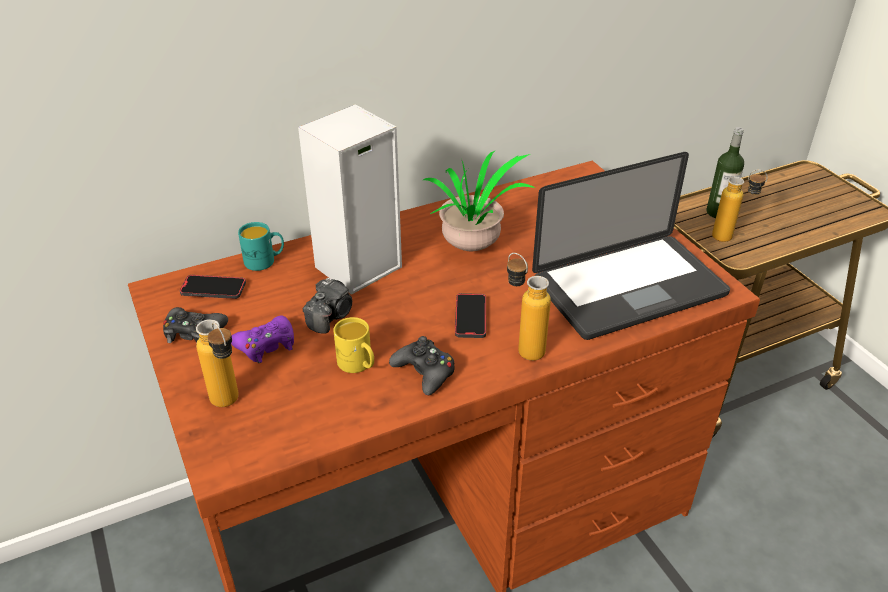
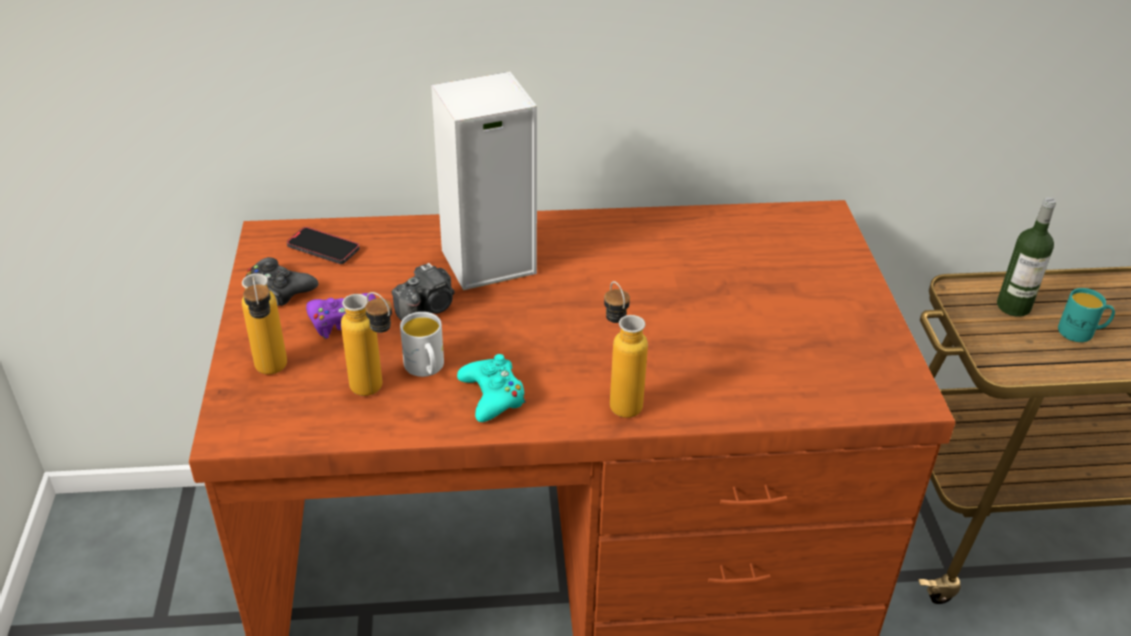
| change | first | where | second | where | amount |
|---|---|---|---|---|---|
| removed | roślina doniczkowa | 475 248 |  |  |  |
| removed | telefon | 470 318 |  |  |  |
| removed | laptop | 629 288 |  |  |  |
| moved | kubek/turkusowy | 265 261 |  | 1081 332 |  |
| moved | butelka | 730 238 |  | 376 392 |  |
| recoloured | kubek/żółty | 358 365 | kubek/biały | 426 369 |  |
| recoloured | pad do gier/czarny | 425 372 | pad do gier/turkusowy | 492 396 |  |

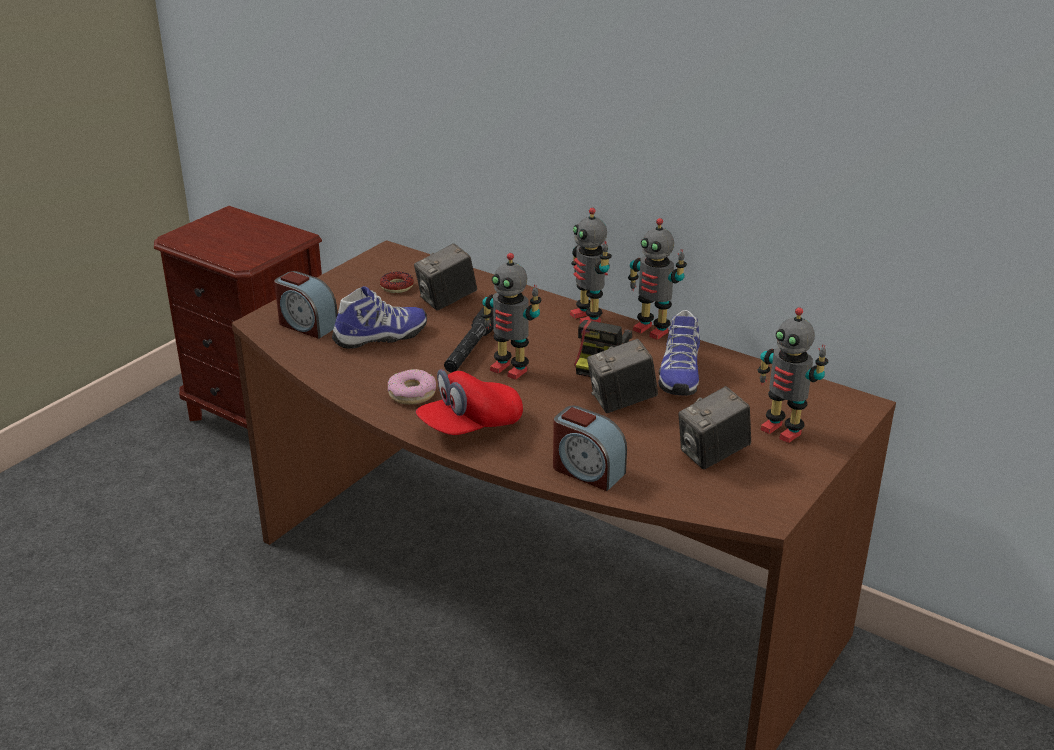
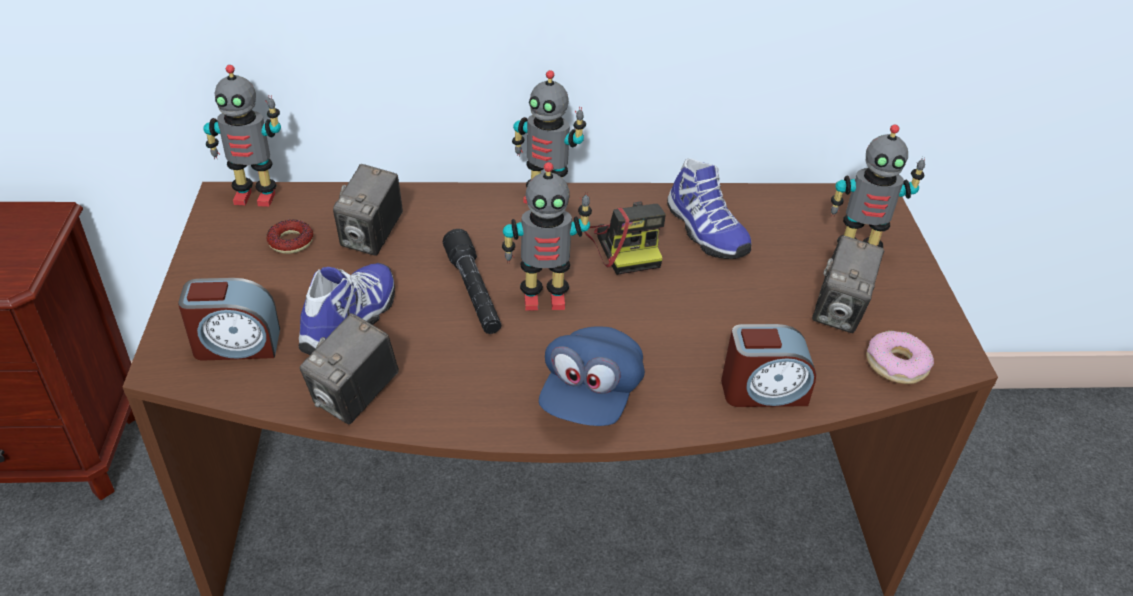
| change | first | where | second | where | amount |
|---|---|---|---|---|---|
| moved | donut | 411 394 |  | 896 364 |  |
| moved | aparat fotograficzny | 621 402 |  | 355 398 |  |
| moved | robot zabawkowy | 652 330 |  | 255 196 |  |
| recoloured | czapka z daszkiem/czerwony | 470 426 | czapka z daszkiem/niebieski | 590 395 |  |

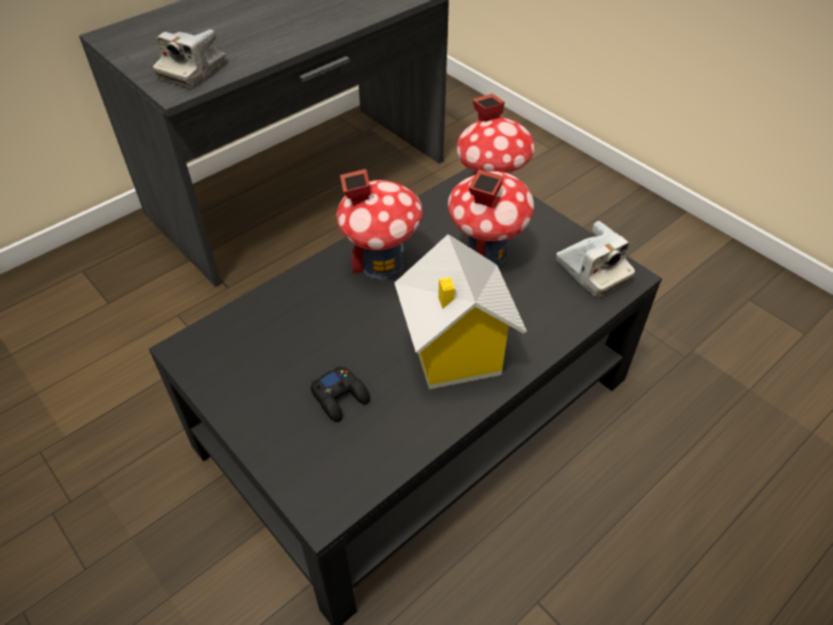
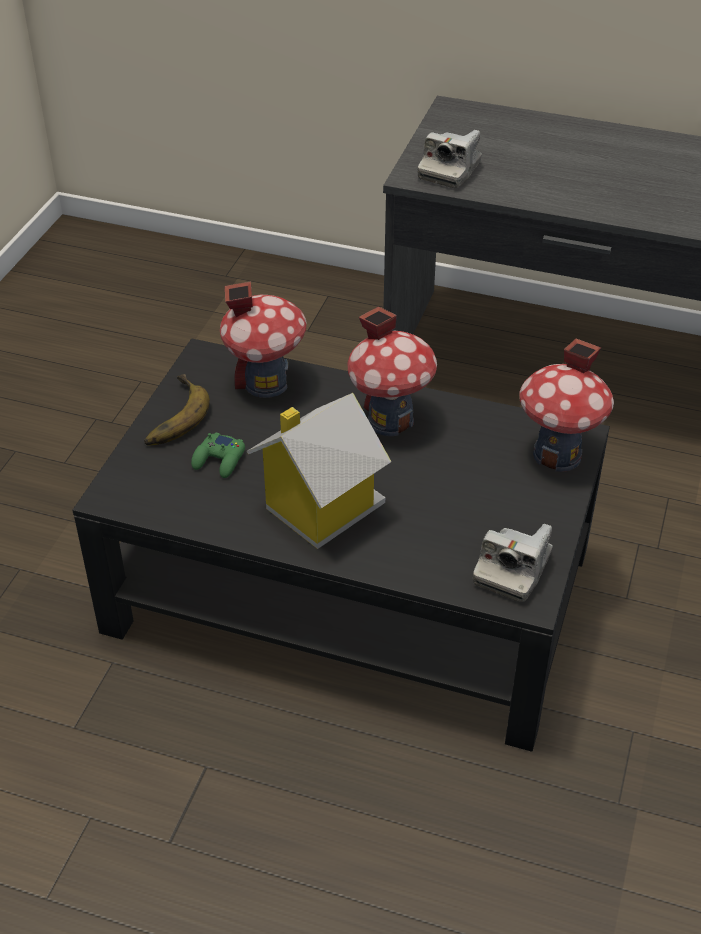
| change | first | where | second | where | amount |
|---|---|---|---|---|---|
| added |  |  | banan | 170 416 |  |
| moved | domek | 485 256 |  | 266 383 |  |
| recoloured | pad do gier/czarny | 340 397 | pad do gier/zielony | 219 460 |  |
| turned | aparat fotograficzny | 192 71 |  | 449 171 | 60 degrees counterclockwise |

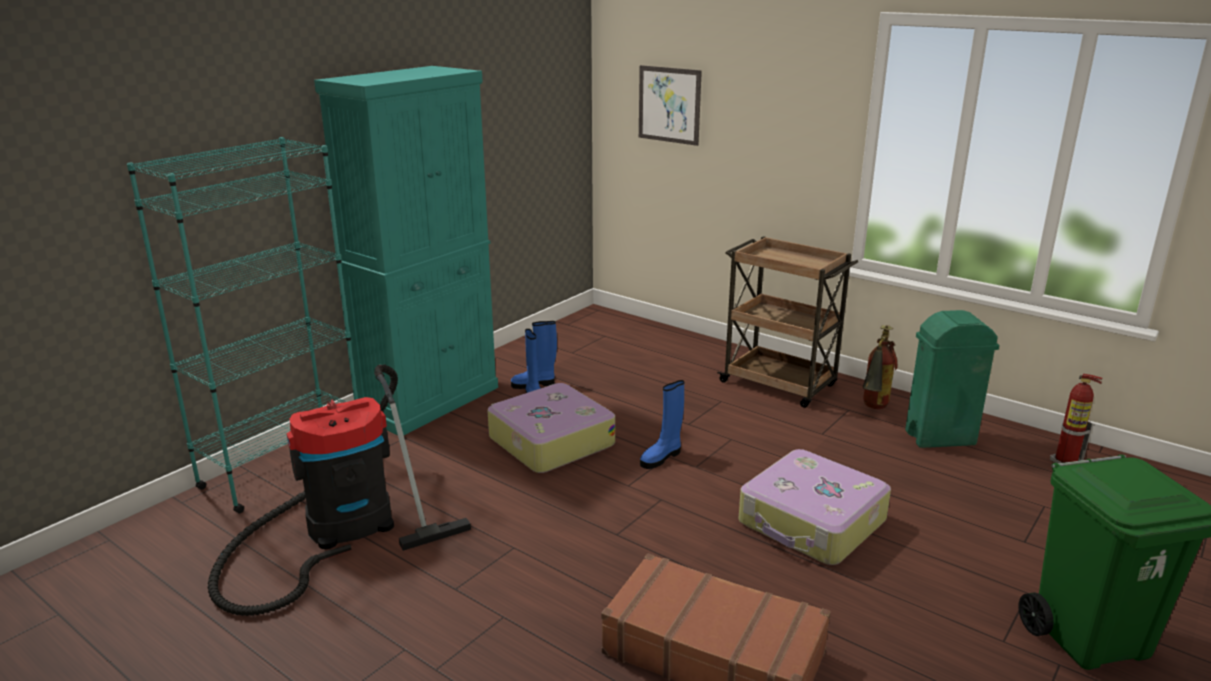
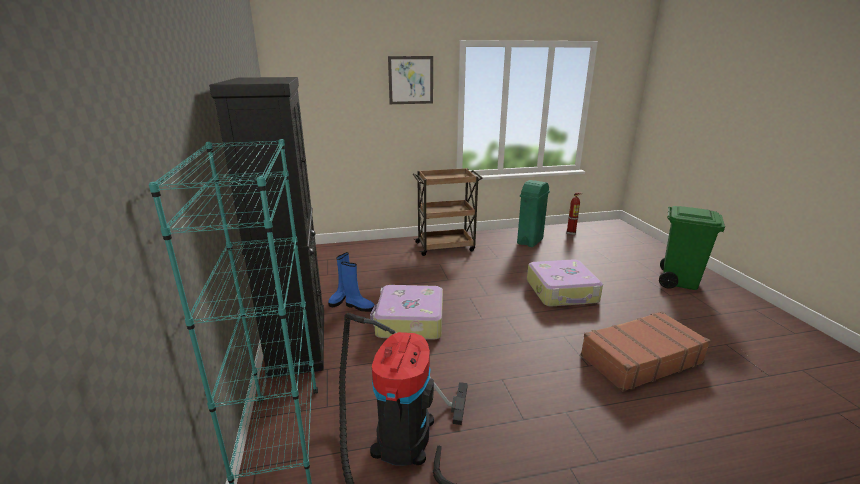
| change | first | where | second | where | amount |
|---|---|---|---|---|---|
| removed | but z cholewką/niebieski | 661 457 |  |  |  |
| removed | gaśnica | 873 409 |  |  |  |
| moved | obraz | 669 105 |  | 411 80 |  |
| recoloured | szafka/turkusowy | 430 401 | szafka/czarny | 298 340 |  |

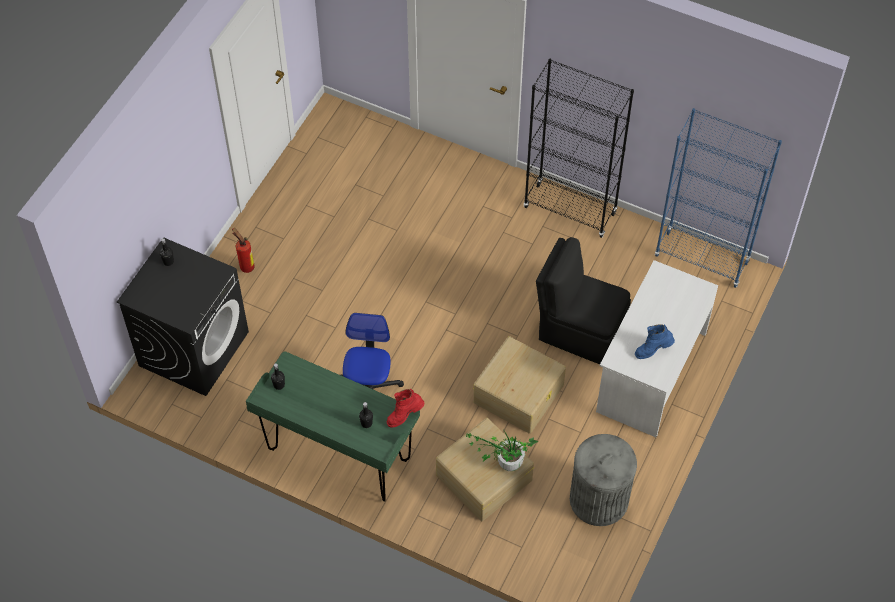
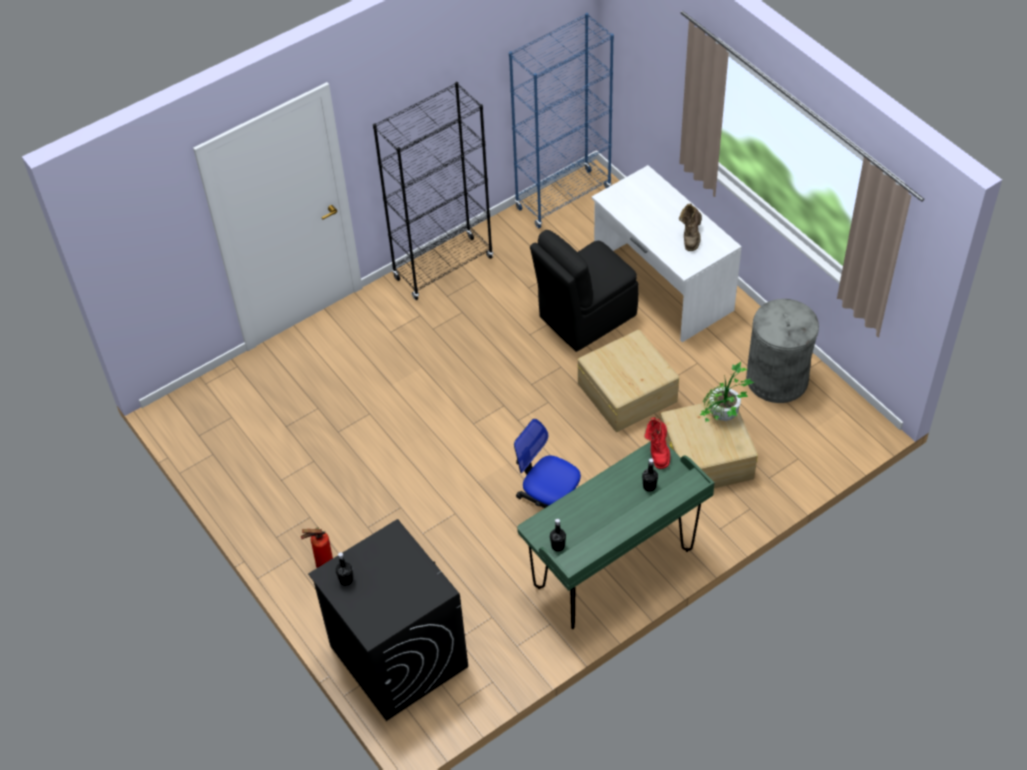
| change | first | where | second | where | amount |
|---|---|---|---|---|---|
| recoloured | but z cholewką/niebieski | 653 350 | but z cholewką/brązowy | 691 237 |  |

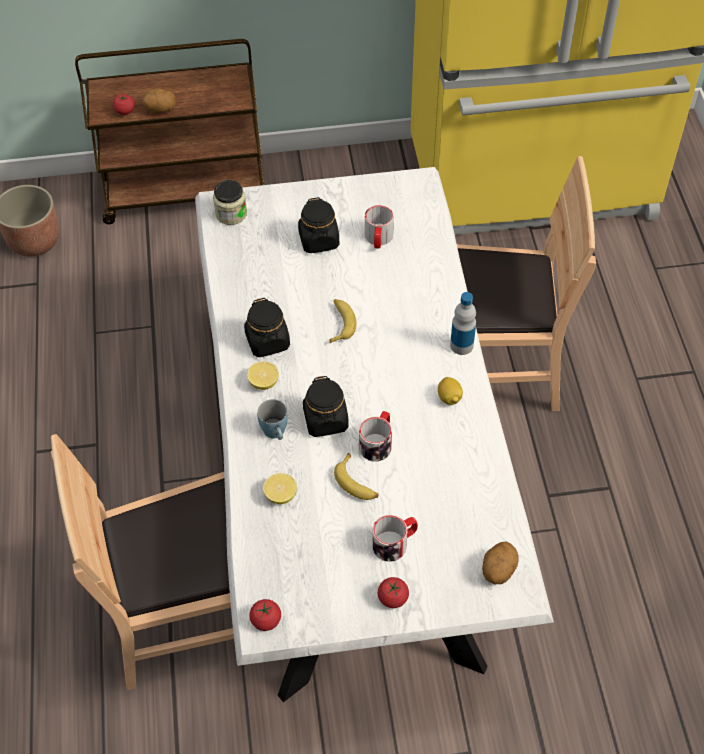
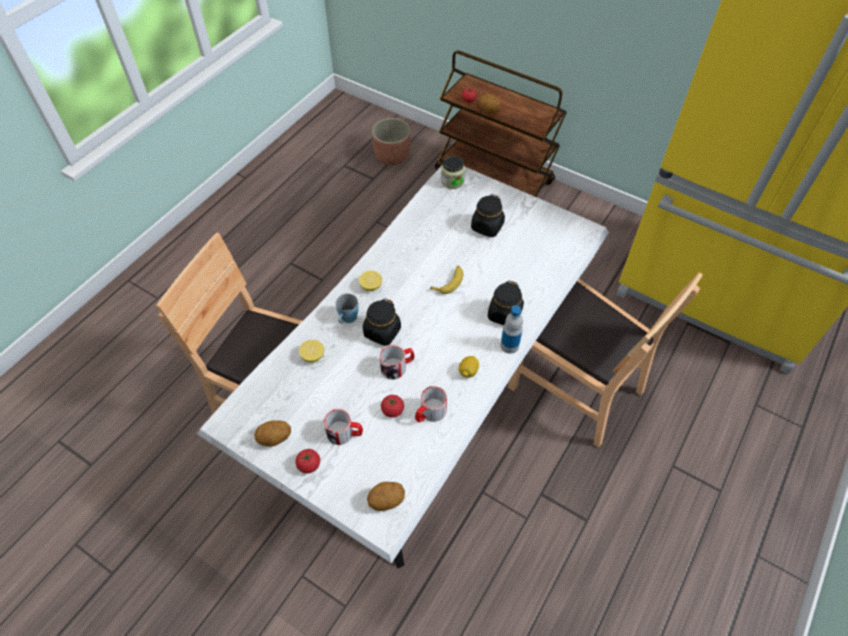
| change | first | where | second | where | amount |
|---|---|---|---|---|---|
| removed | banan | 357 482 |  |  |  |
| added |  |  | ziemniak | 274 439 |  |
| moved | słoik/czarny | 268 341 |  | 504 314 |  |
| moved | pomidor | 266 620 |  | 392 410 |  |
| moved | kubek | 378 239 |  | 429 413 |  |

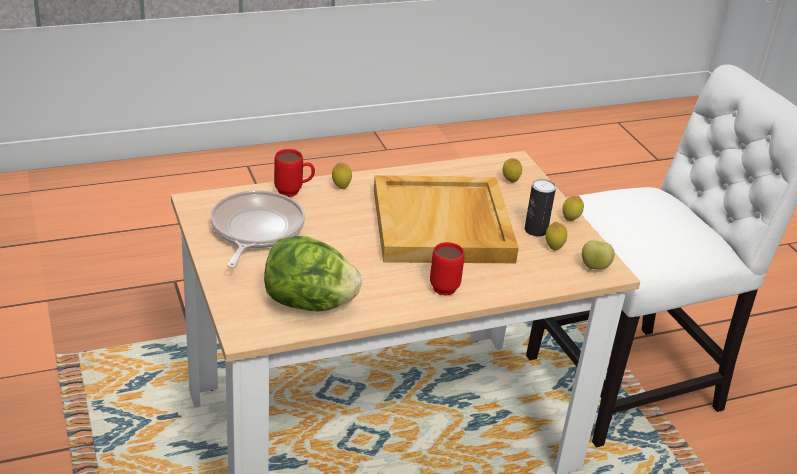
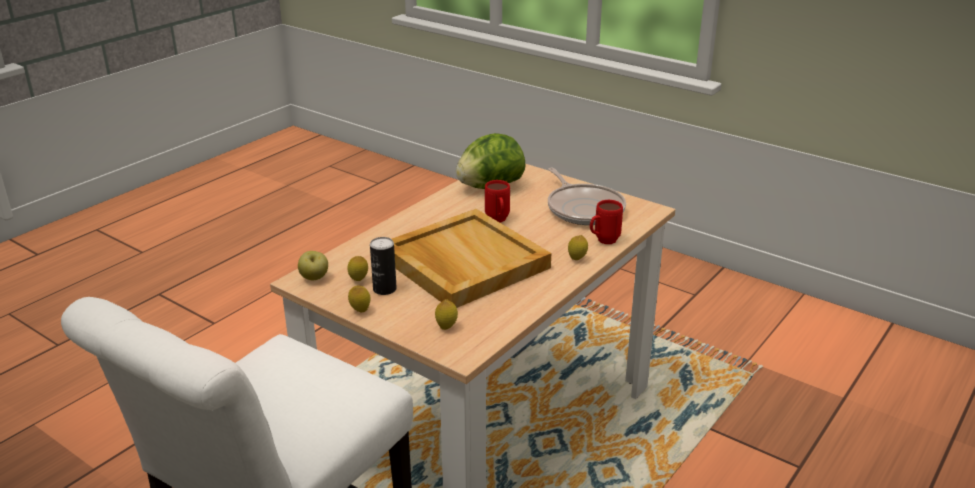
| change | first | where | second | where | amount |
|---|---|---|---|---|---|
| moved | kubek/czerwony | 446 285 |  | 498 221 |  |

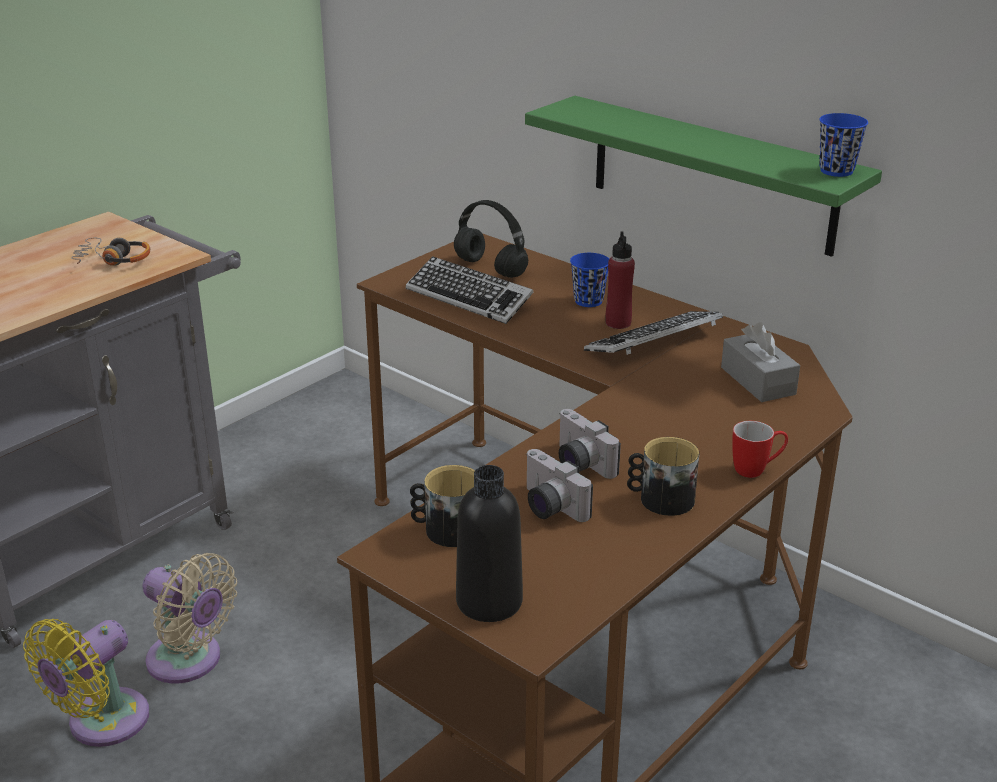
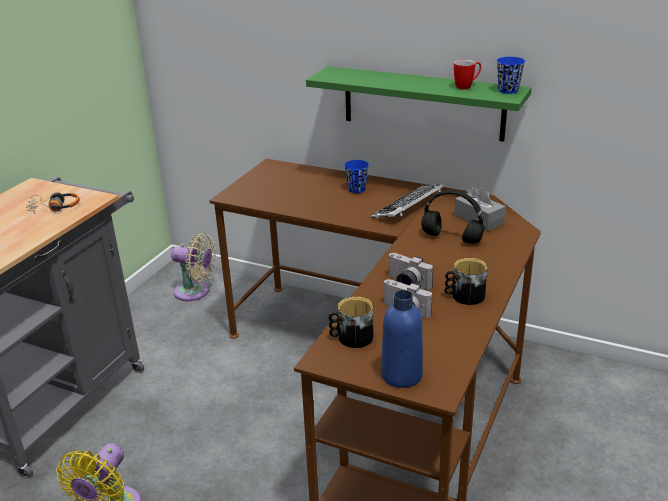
| change | first | where | second | where | amount |
|---|---|---|---|---|---|
| removed | klawiatura | 469 298 |  |  |  |
| removed | butelka/czerwony | 618 323 |  |  |  |
| moved | wentylator/beżowy | 189 661 |  | 195 292 |  |
| moved | słuchawki/czarny | 489 268 |  | 450 238 |  |
| moved | kubek | 756 470 |  | 467 86 |  |
| recoloured | butelka/czarny | 489 602 | butelka/niebieski | 401 375 |  |

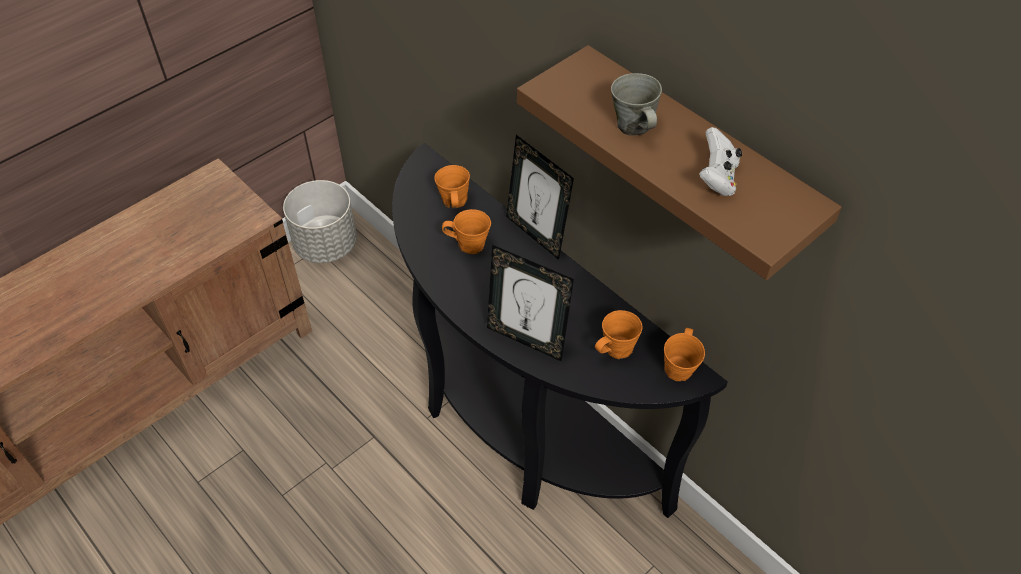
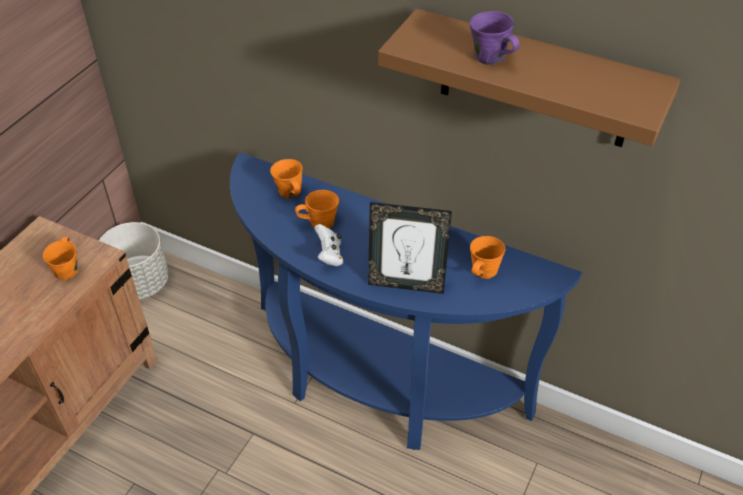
| change | first | where | second | where | amount |
|---|---|---|---|---|---|
| removed | ramka na zdjęcie | 536 234 |  |  |  |
| moved | kubek/pomarańczowy | 679 368 |  | 67 270 |  |
| moved | pad do gier/biały | 717 178 |  | 329 255 |  |
| recoloured | stolik konsolowy/czarny | 516 424 | stolik konsolowy/niebieski | 375 385 |  |
| recoloured | kubek/szary | 634 127 | kubek/fioletowy | 491 58 |  |

